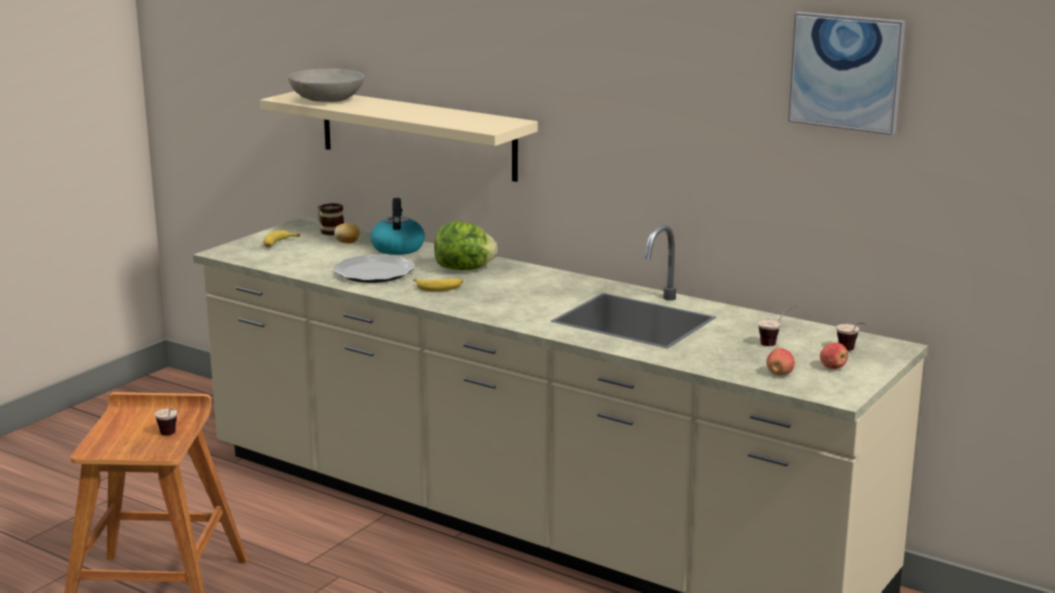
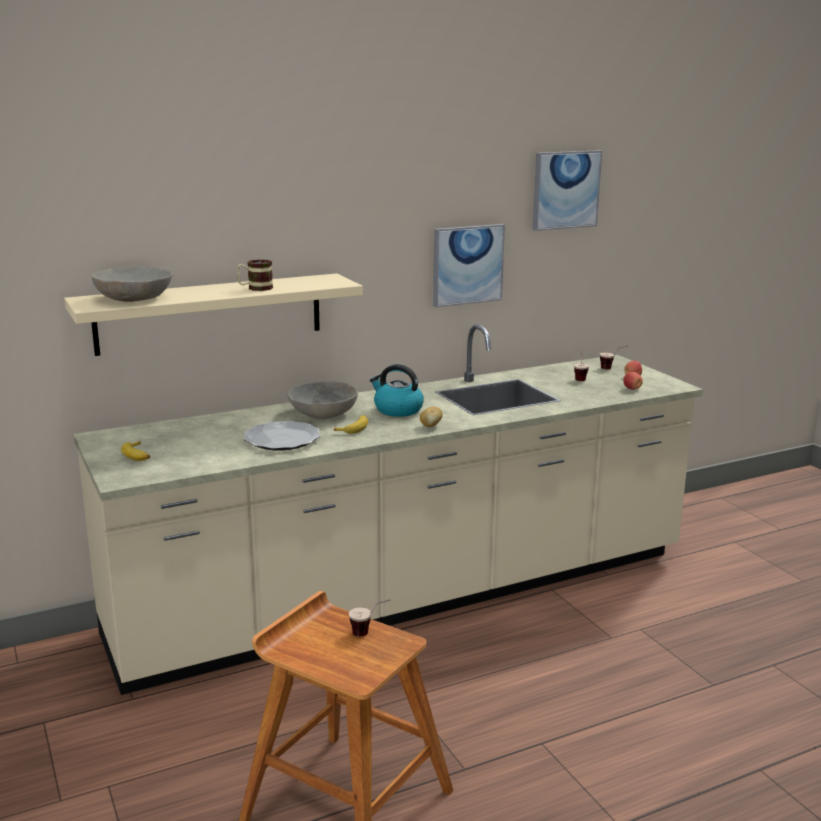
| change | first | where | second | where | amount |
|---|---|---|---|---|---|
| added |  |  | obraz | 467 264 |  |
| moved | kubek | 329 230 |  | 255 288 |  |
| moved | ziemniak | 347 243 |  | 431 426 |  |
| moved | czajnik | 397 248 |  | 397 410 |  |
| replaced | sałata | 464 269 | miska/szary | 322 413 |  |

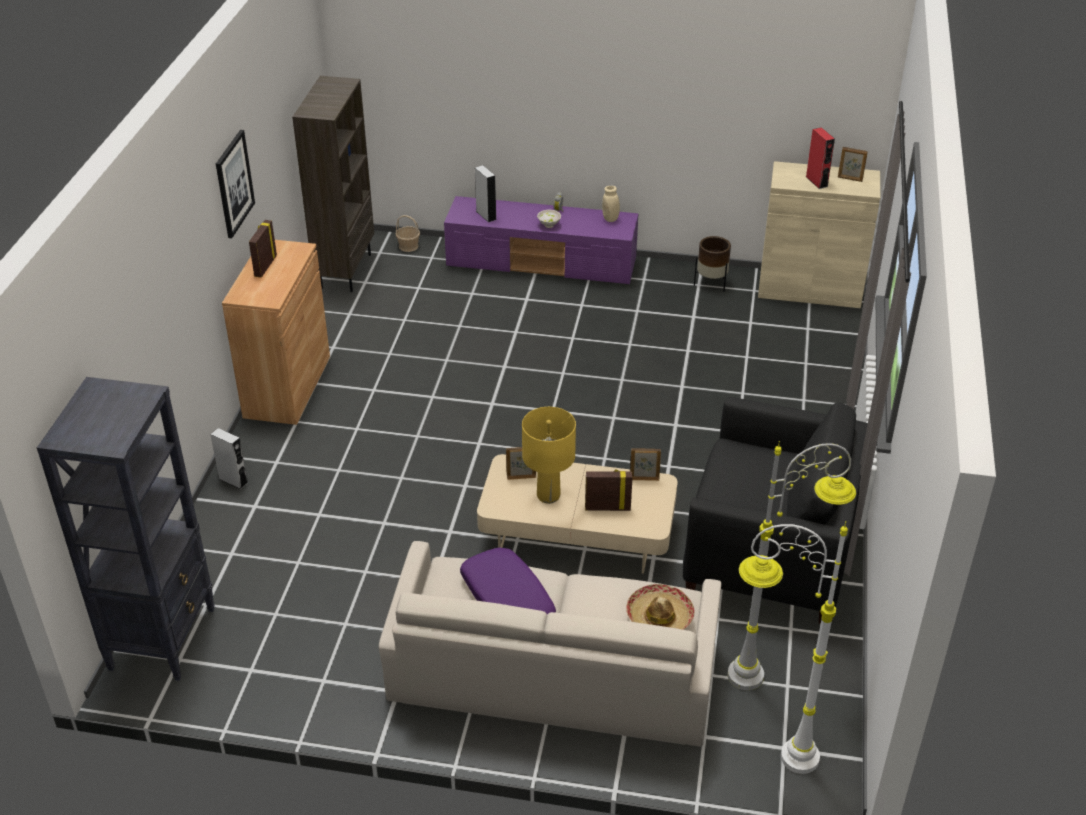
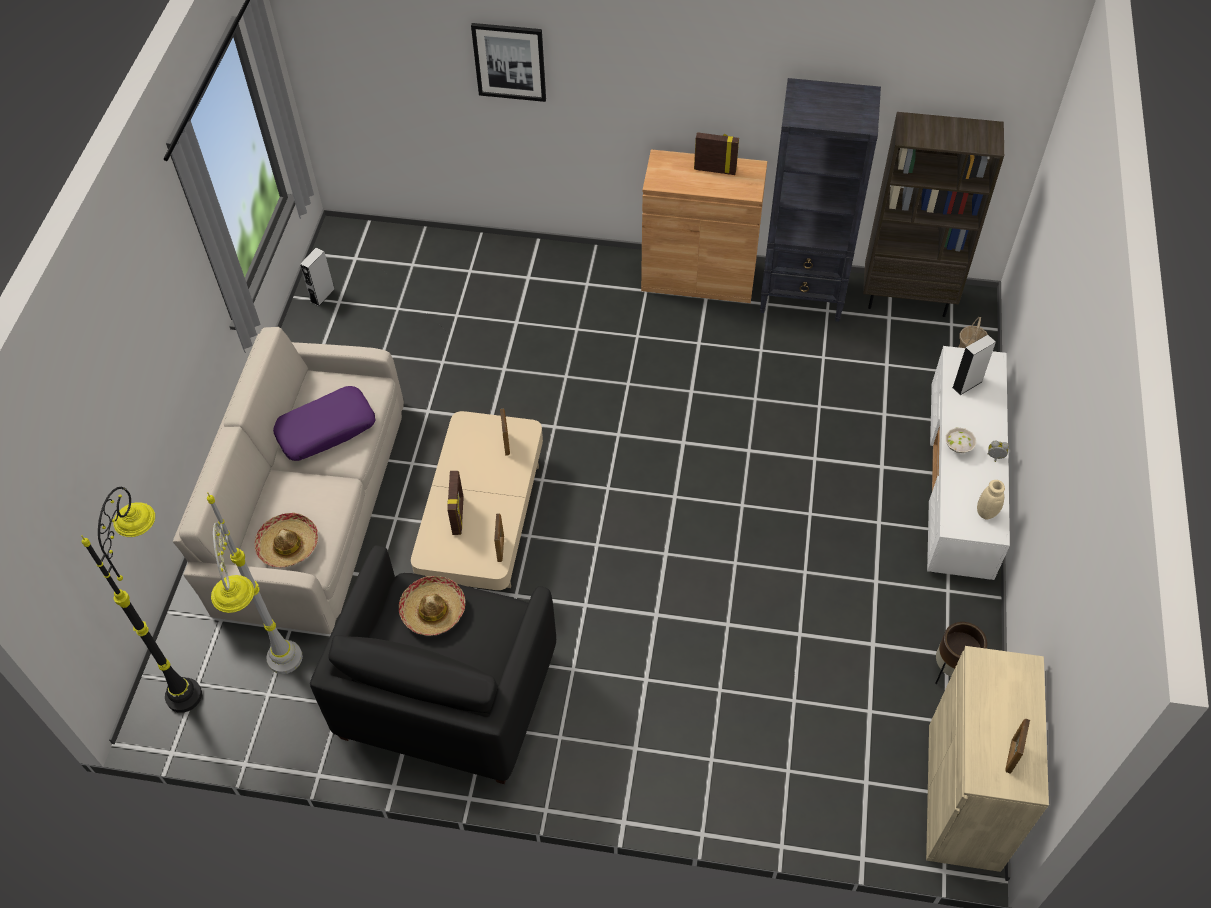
| change | first | where | second | where | amount |
|---|---|---|---|---|---|
| removed | lampa stołowa/żółty | 548 496 |  |  |  |
| removed | głośnik/czerwony | 816 181 |  |  |  |
| added |  |  | kapelusz | 433 610 |  |
| moved | regał/czarny | 163 638 |  | 802 295 |  |
| moved | głośnik/szary | 233 481 |  | 322 295 |  |
| moved | obraz | 234 183 |  | 509 61 |  |
| recoloured | szafka pod telewizor/fioletowy | 543 263 | szafka pod telewizor/biały | 961 481 |  |
| recoloured | lampa stojąca/biały | 766 752 | lampa stojąca/czarny | 194 668 |  |

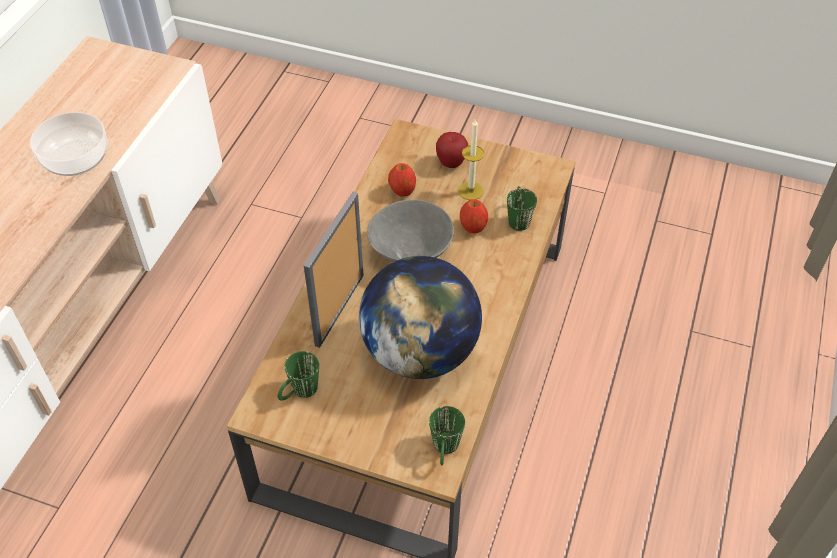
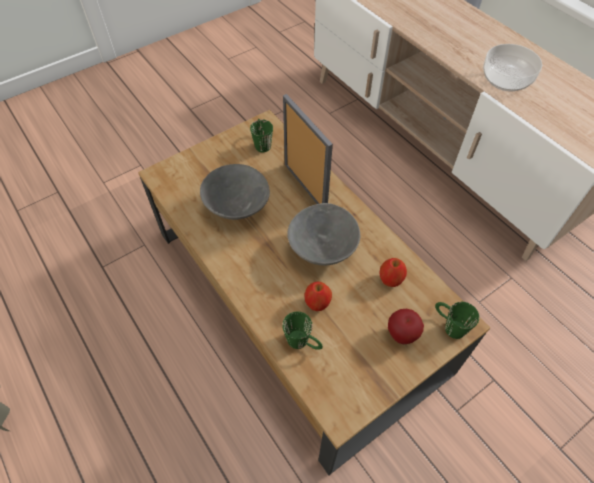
| change | first | where | second | where | amount |
|---|---|---|---|---|---|
| removed | świeca | 470 191 |  |  |  |
| moved | kubek/zielony | 445 450 |  | 449 325 |  |
| replaced | globus | 420 352 | miska/szary | 238 208 |  |

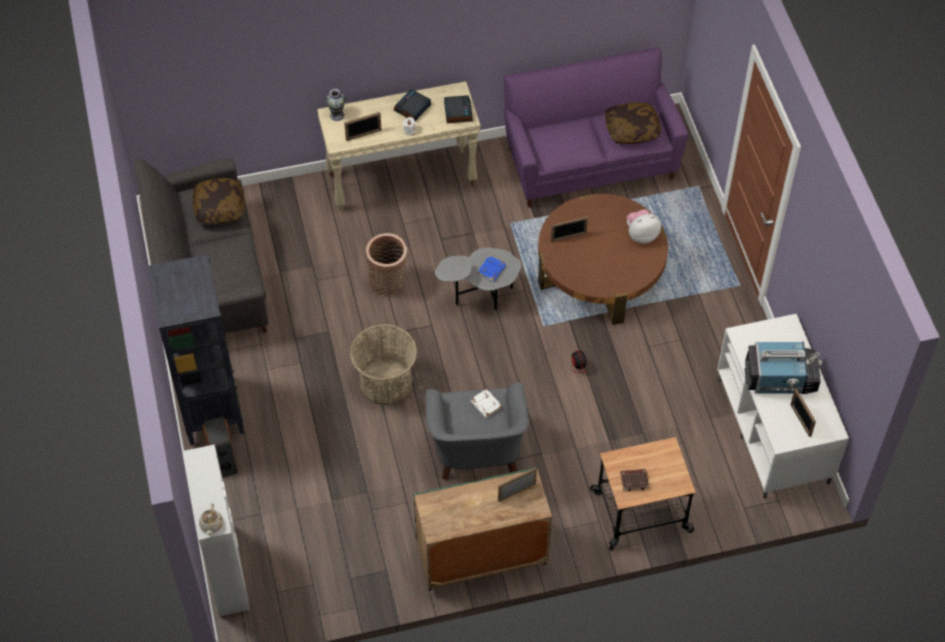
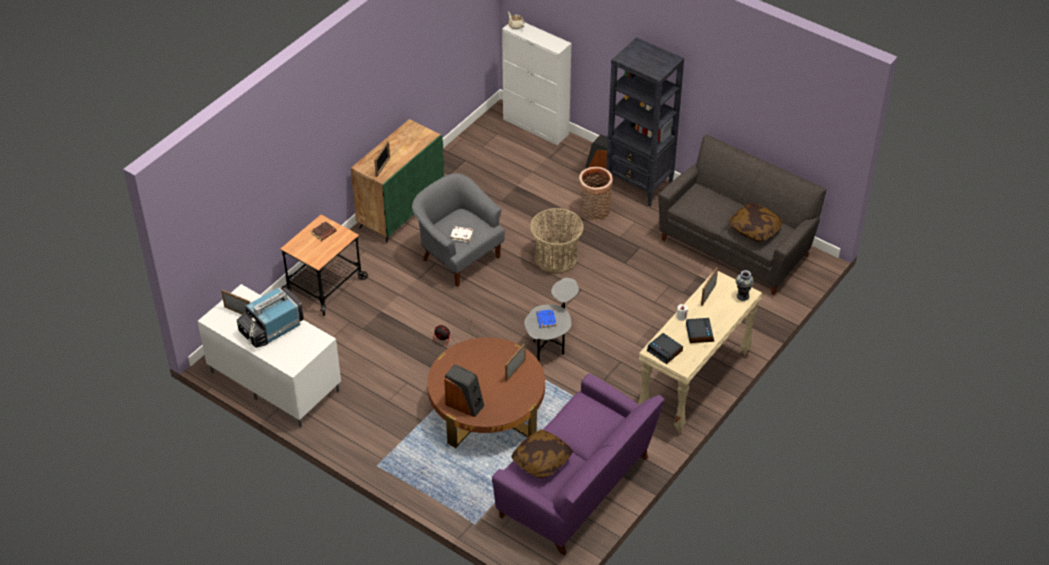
| change | first | where | second | where | amount |
|---|---|---|---|---|---|
| moved | koszyk | 388 283 |  | 594 212 |  |
| replaced | pluszak | 641 235 | głośnik | 465 404 |  |

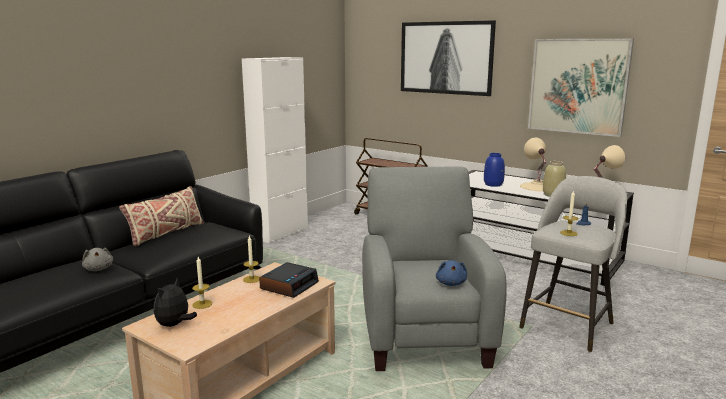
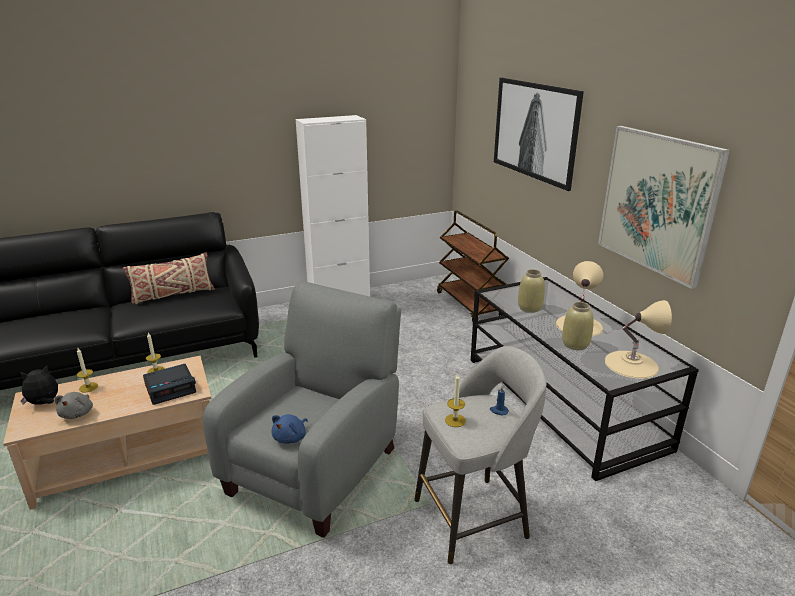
| change | first | where | second | where | amount |
|---|---|---|---|---|---|
| moved | pluszak/szary | 99 269 |  | 78 413 |  |
| recoloured | wazon/niebieski | 493 184 | wazon/beżowy | 529 308 |  |

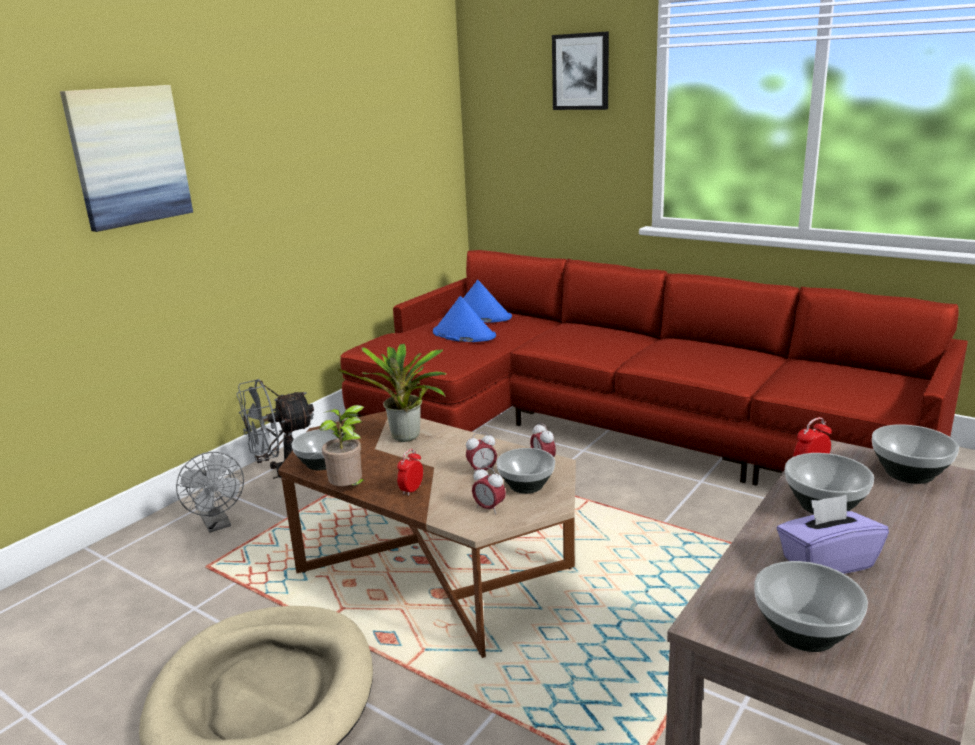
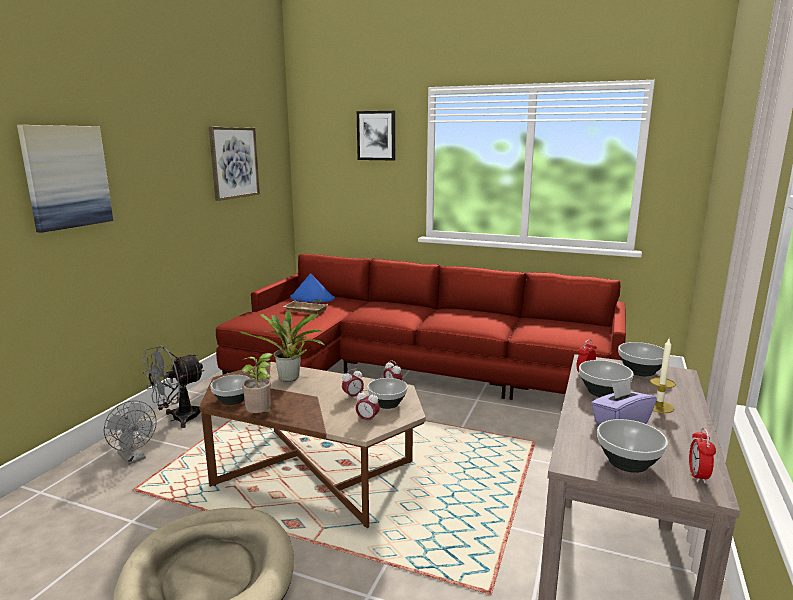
| change | first | where | second | where | amount |
|---|---|---|---|---|---|
| added |  |  | obraz | 234 162 |  |
| added |  |  | świeca | 659 406 |  |
| moved | budzik | 411 490 |  | 698 476 |  |
| replaced | kapelusz/niebieski | 463 334 | taca/beżowy | 304 310 |  |

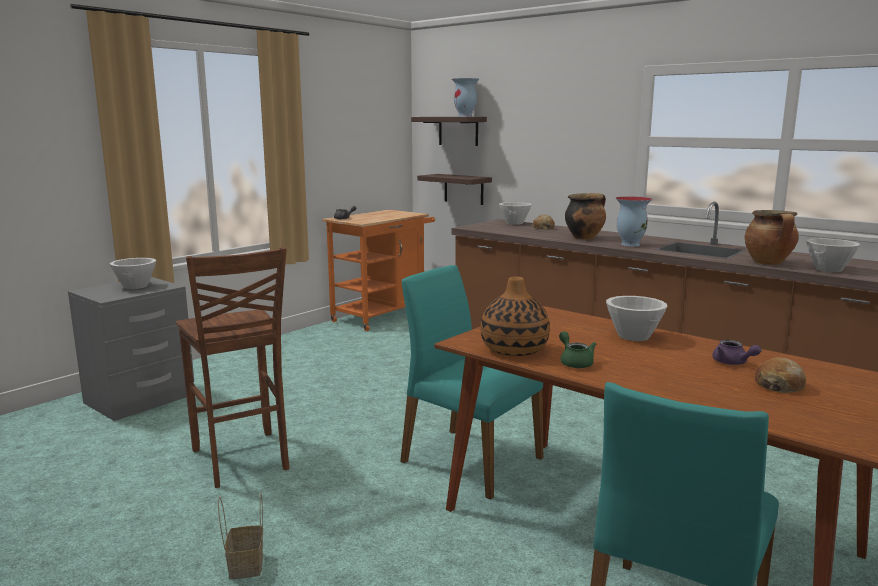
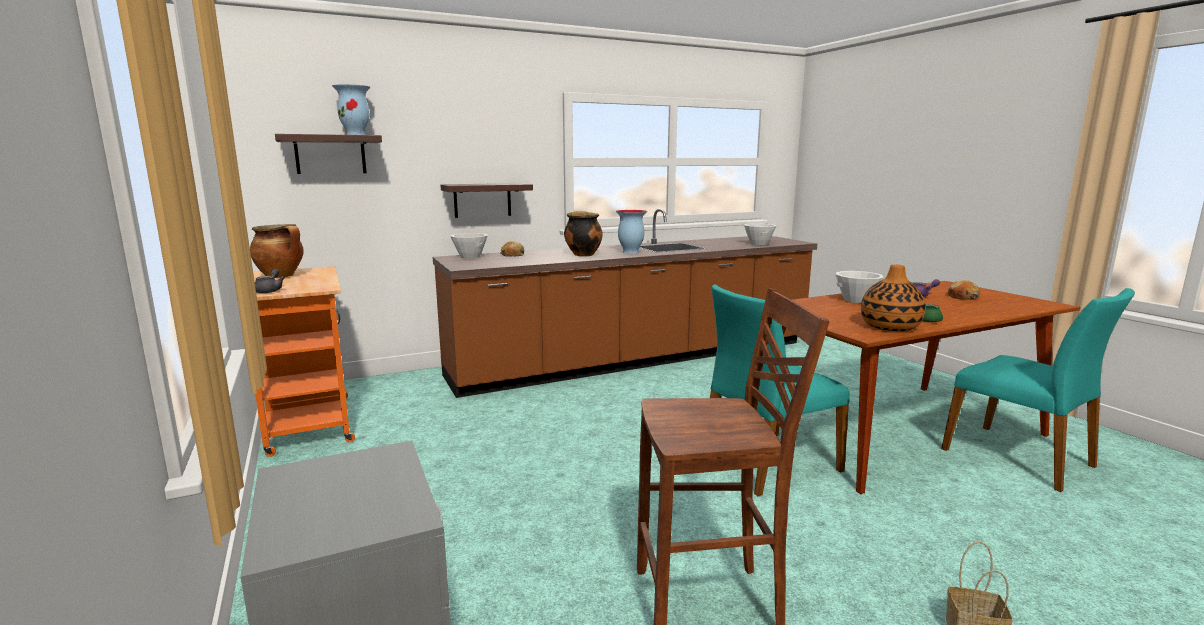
| change | first | where | second | where | amount |
|---|---|---|---|---|---|
| removed | miska/biały | 136 286 |  |  |  |
| moved | półka | 463 189 |  | 482 200 |  |
| moved | garnek | 769 263 |  | 281 276 |  |

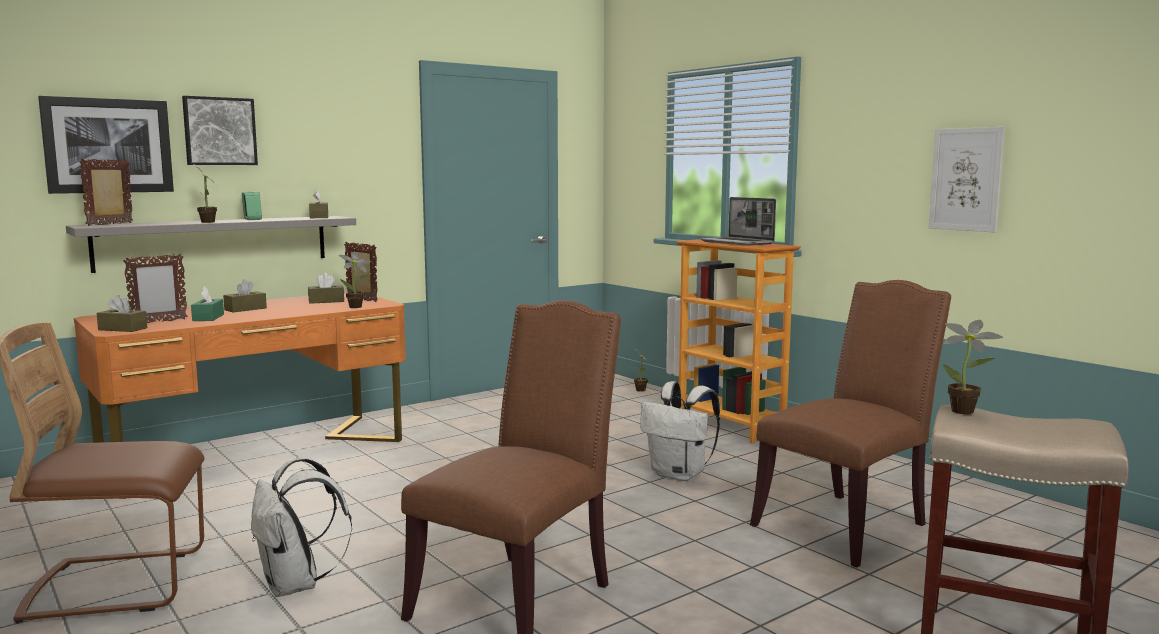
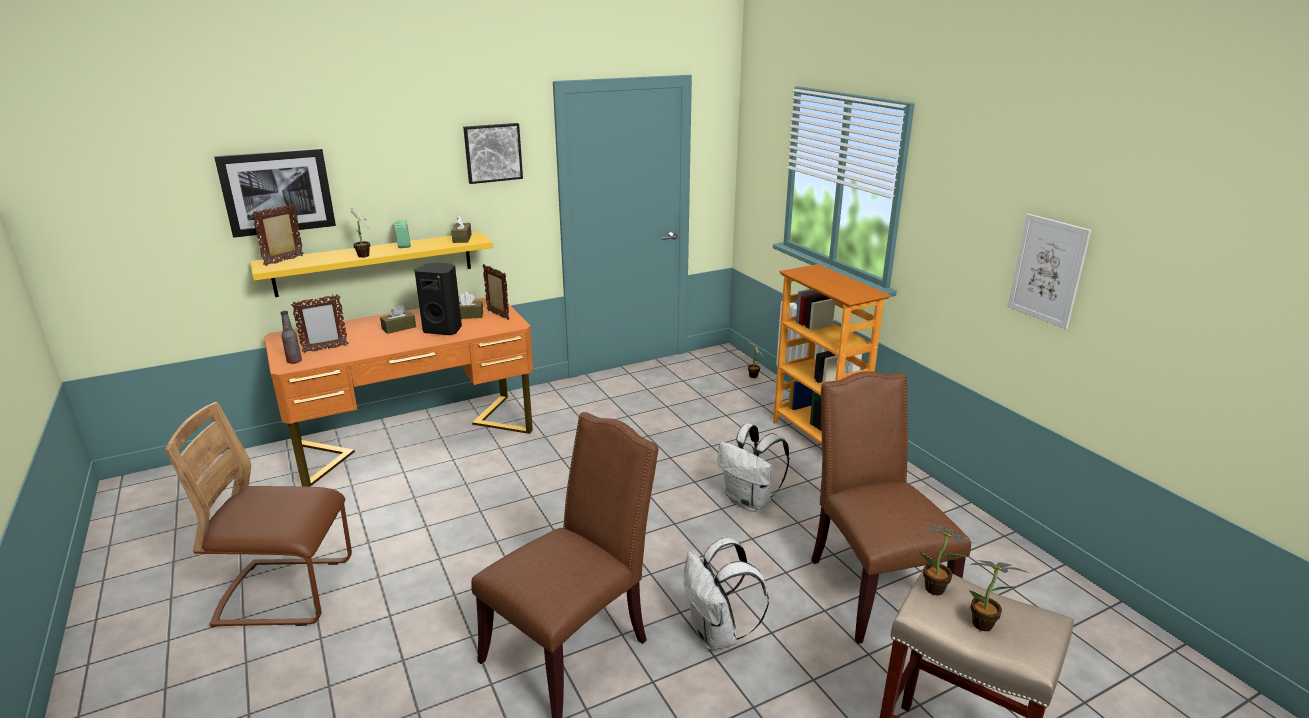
| change | first | where | second | where | amount |
|---|---|---|---|---|---|
| removed | pudełko chusteczek/zielony | 208 318 |  |  |  |
| removed | laptop | 738 243 |  |  |  |
| added |  |  | głośnik/czarny | 444 330 |  |
| moved | obraz | 219 131 |  | 492 152 |  |
| moved | plecak/biały | 296 585 |  | 717 635 |  |
| moved | roślina doniczkowa | 357 307 |  | 986 626 |  |
| replaced | pudełko chusteczek/brązowy | 122 329 | butelka | 294 361 |  |
| recoloured | półka/szary | 214 242 | półka/żółty | 375 263 |  |
| turned | krzesło/brązowy | 846 524 |  | 873 586 | 75 degrees counterclockwise |

